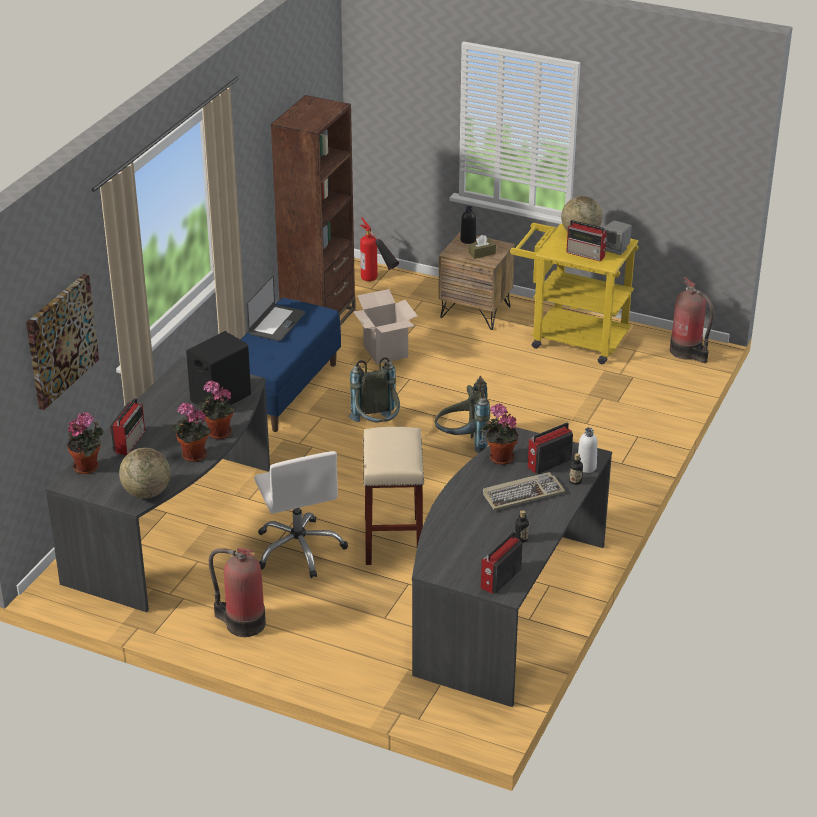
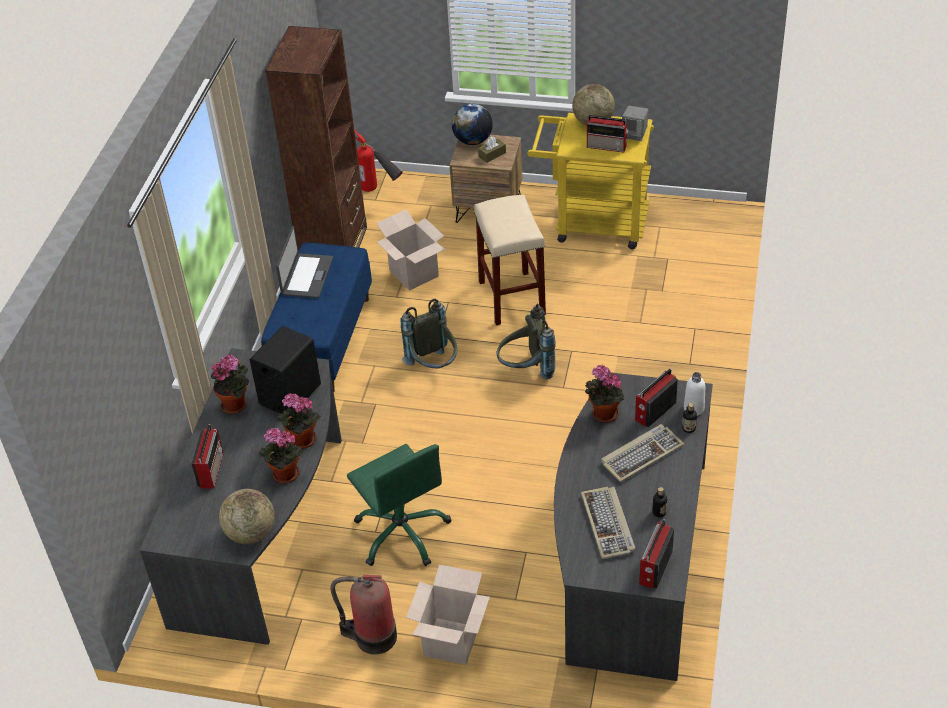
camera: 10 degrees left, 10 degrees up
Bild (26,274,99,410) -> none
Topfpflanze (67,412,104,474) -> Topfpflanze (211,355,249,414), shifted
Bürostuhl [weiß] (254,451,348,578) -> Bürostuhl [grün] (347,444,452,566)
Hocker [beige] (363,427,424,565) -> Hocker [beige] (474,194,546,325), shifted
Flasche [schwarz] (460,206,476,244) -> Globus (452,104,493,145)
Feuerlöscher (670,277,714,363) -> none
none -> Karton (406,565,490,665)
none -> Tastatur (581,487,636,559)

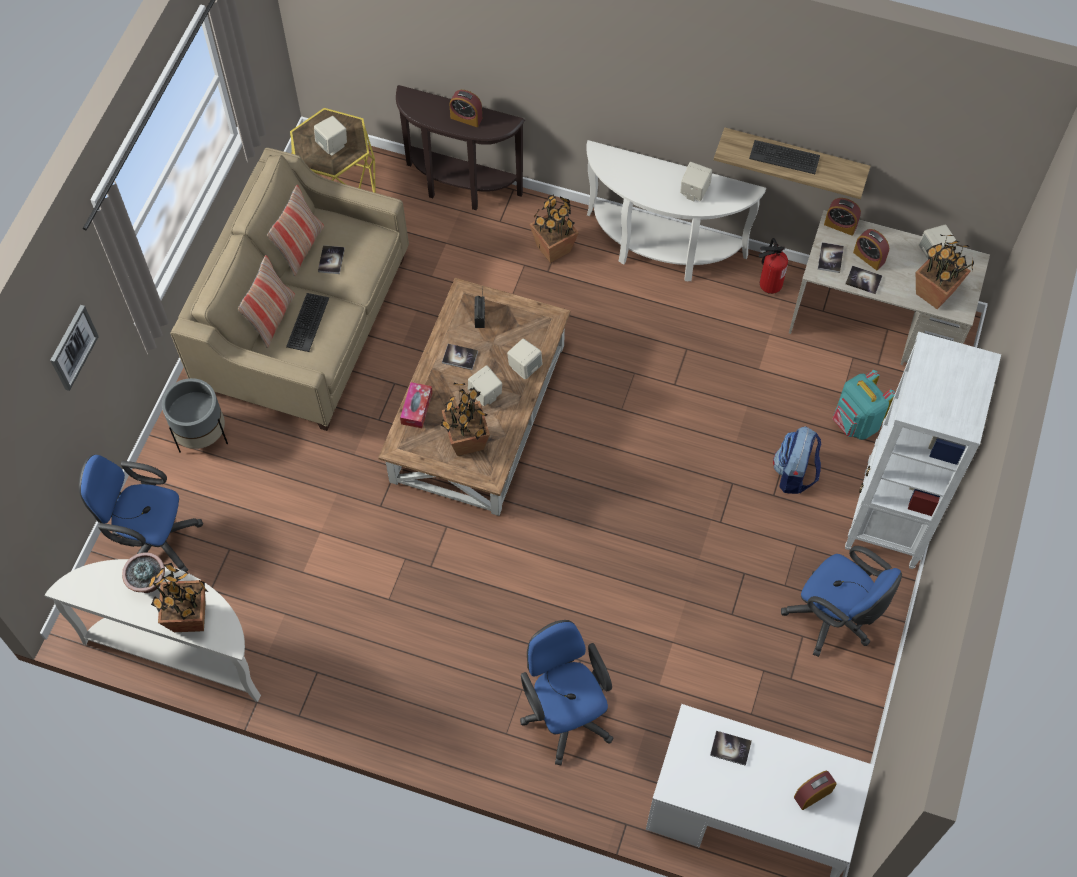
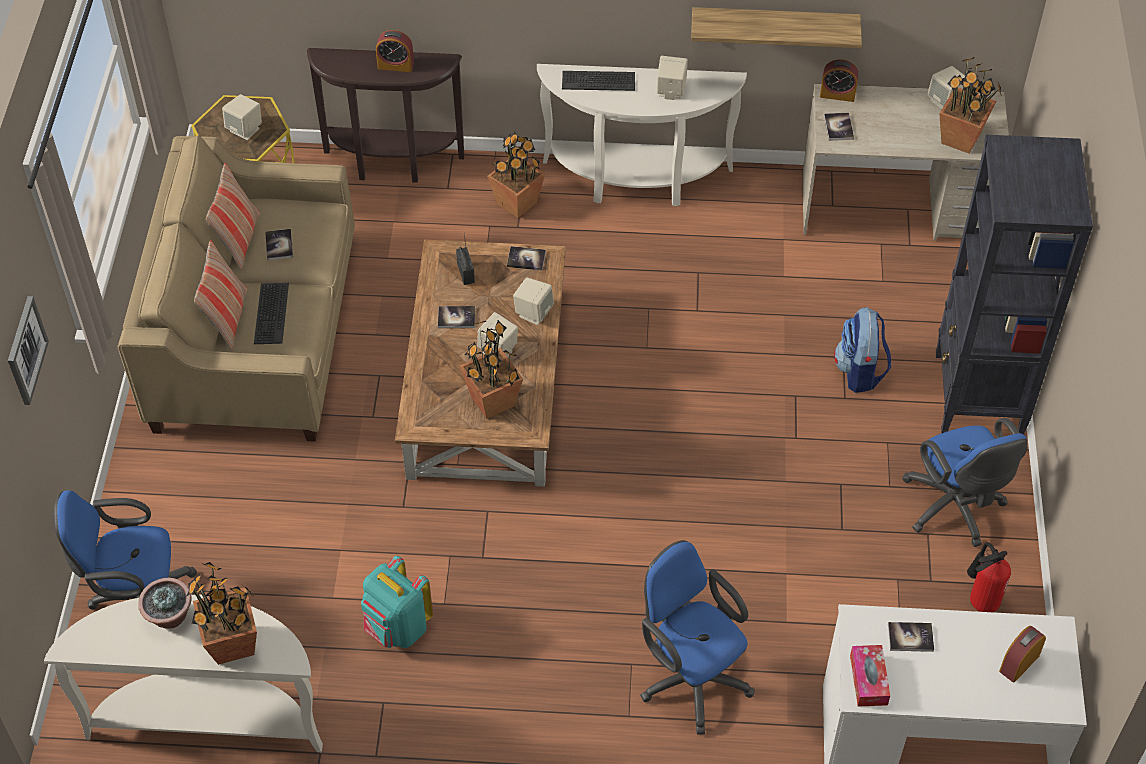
camera: 15 degrees left, 10 degrees down
Pflanzkübel [grau] (162,378,228,452) -> none
Taschentuchbox (400,382,432,428) -> Taschentuchbox (850,645,890,707), shifted
Tastatur (749,140,820,174) -> Tastatur (562,71,635,91), shifted
Feuerlöscher (758,238,788,294) -> Feuerlöscher (967,542,1011,612), shifted
Bürostuhl [blau] (781,546,902,657) -> Bürostuhl [blau] (902,418,1028,547), 45 degrees clockwise
Rucksack [türkis] (833,370,895,440) -> Rucksack [türkis] (361,555,433,648), shifted
Buch (845,266,882,294) -> Buch (507,246,546,270), shifted
Bücherregal [weiß] (845,332,1001,569) -> Bücherregal [schwarz] (936,135,1093,434)
Wecker (853,229,889,270) -> none

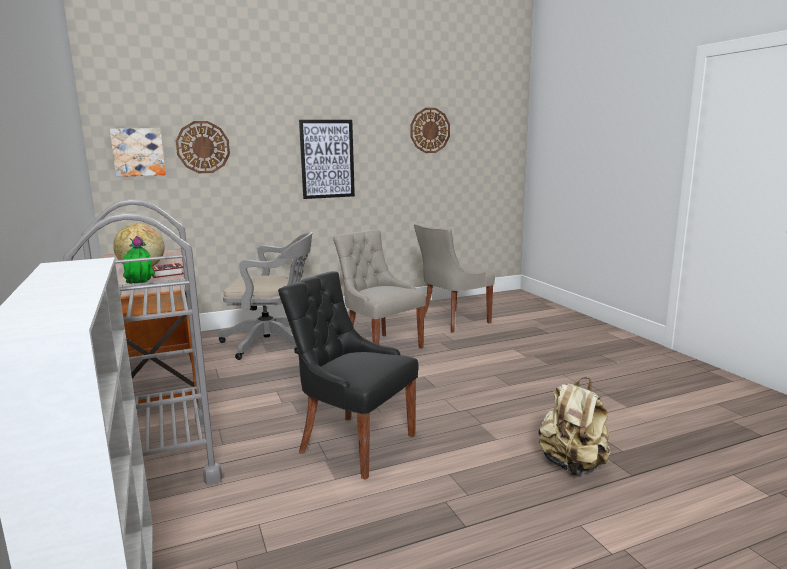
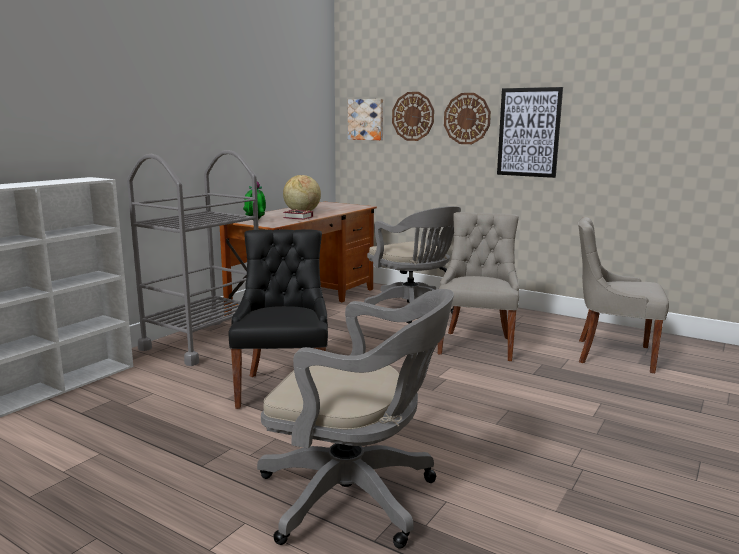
camera: 55 degrees right, 0 degrees up
Wanduhr (411,108,450,153) -> Wanduhr (444,93,491,144), shifted
Rucksack [beige] (538,377,611,476) -> Bürostuhl [grau] (257,289,454,549)

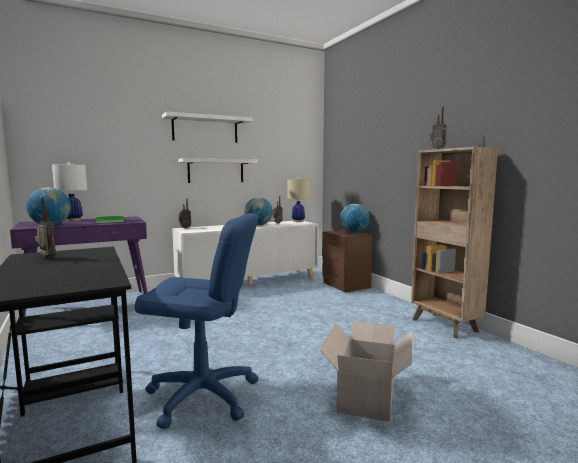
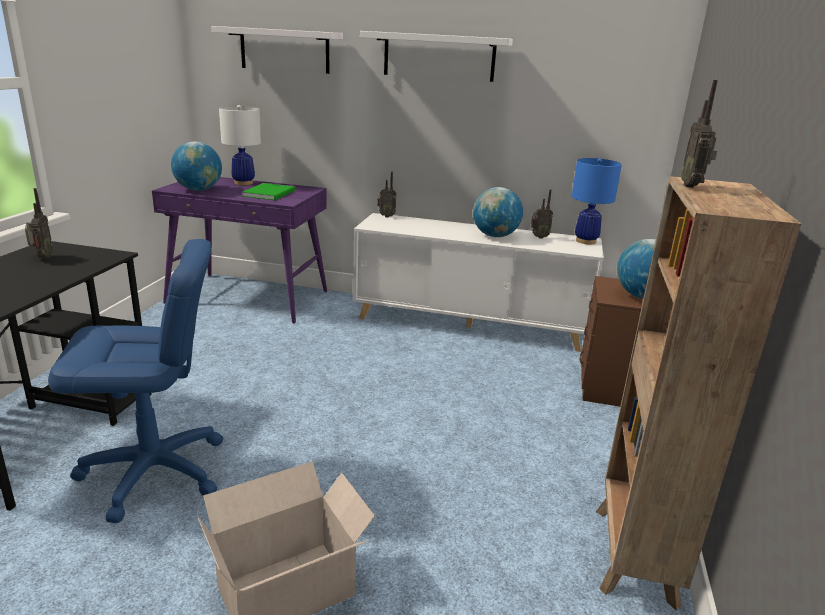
camera: 40 degrees right, 15 degrees up
Bürostuhl [blau] (135,213,259,429) -> Bürostuhl [blau] (48,239,223,523), 60 degrees counterclockwise
Wandregal [weiß] (178,158,257,183) -> Wandregal [weiß] (211,26,343,74), shifted
Tischlampe [beige] (287,177,310,222) -> Tischlampe [blau] (572,158,622,244)

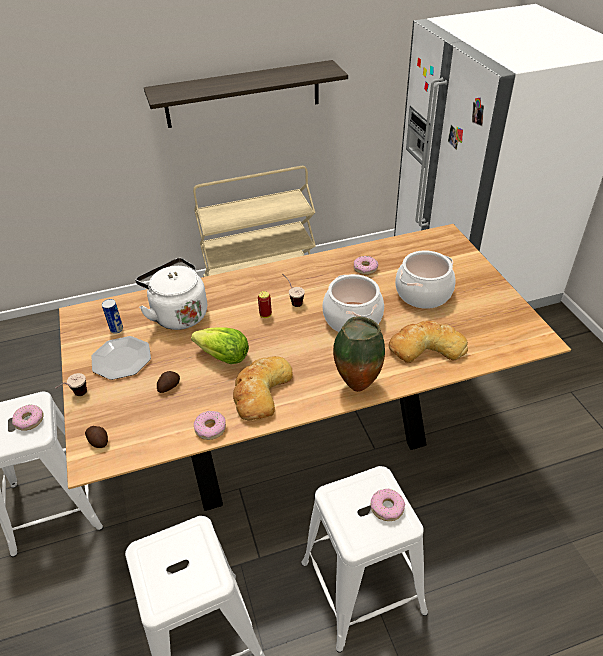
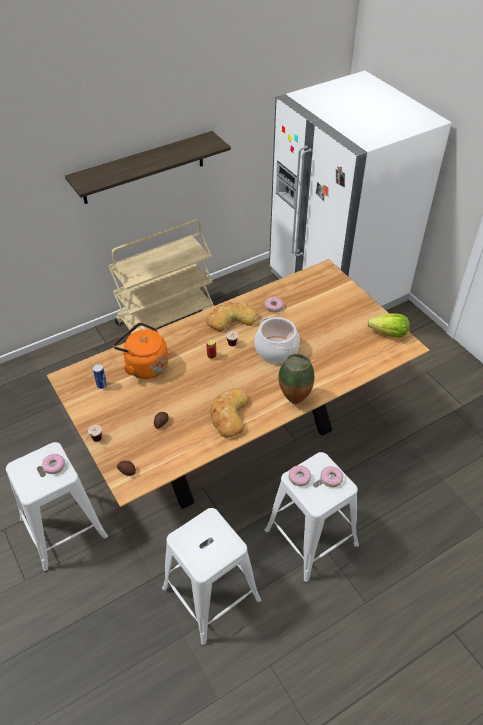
camera: 15 degrees left, 5 degrees up
Teller (91,336,151,380) -> none
Wasserkessel [weiß] (135,258,207,330) -> Wasserkessel [orange] (113,322,168,379)
Salatkopf (191,327,249,364) -> Salatkopf (368,314,409,338), shifted
Donut (194,411,226,440) -> Donut (289,465,312,486), shifted
Brot (389,321,468,363) -> Brot (206,301,258,332), shifted
Kochtopf (395,250,456,309) -> none

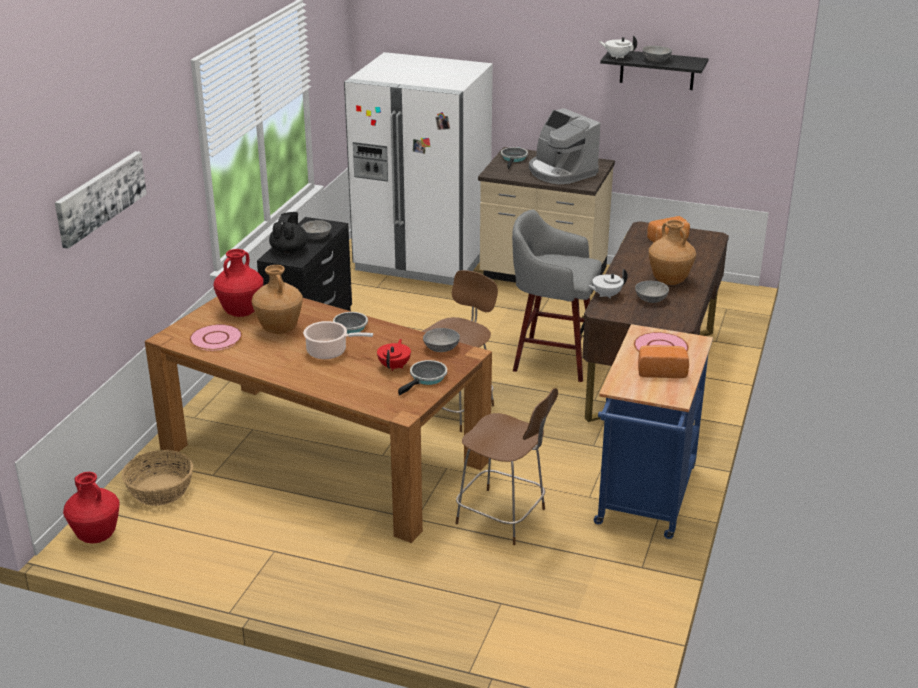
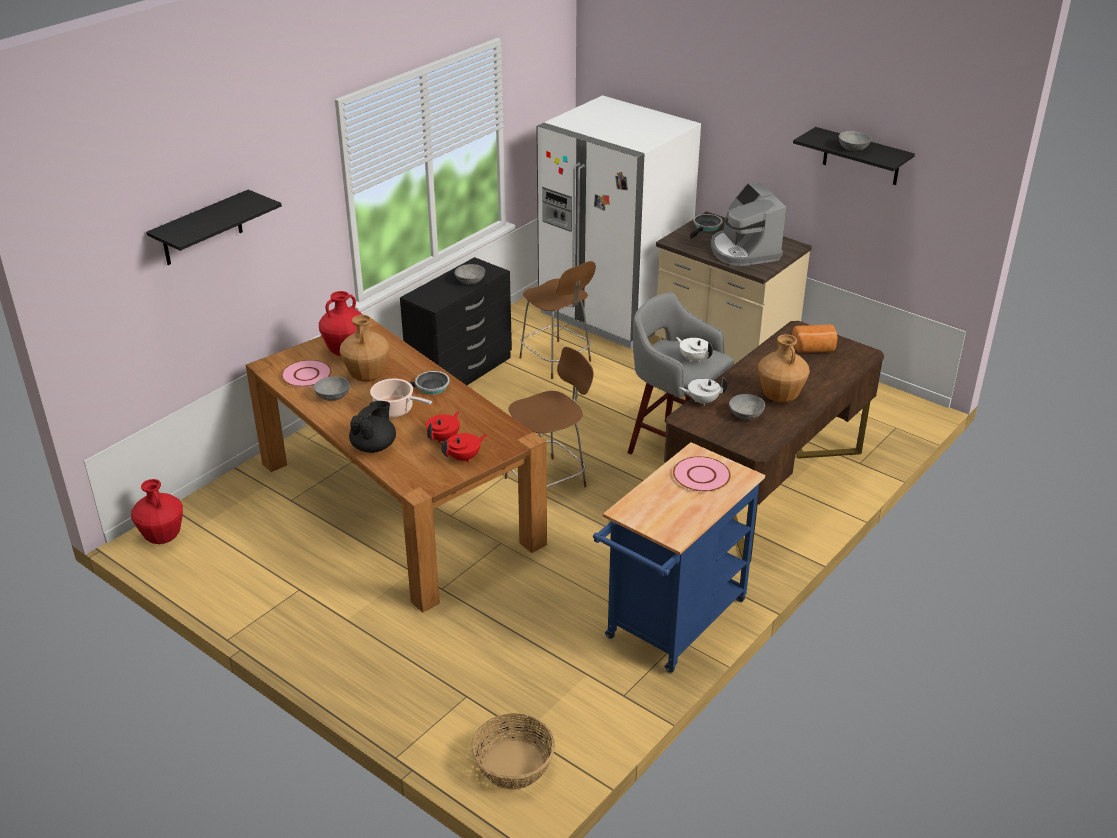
camera: 20 degrees right, 5 degrees up
Bild (55,151,147,249) -> Wandregal [schwarz] (146,190,282,265)
Korb (122,450,193,506) -> Korb (471,713,555,790), shifted
Teekanne [schwarz] (269,212,308,253) -> Teekanne [schwarz] (349,401,396,453), shifted
Pfanne (398,360,447,396) -> Teekanne [rot] (442,433,487,463)
Schüssel [grau] (423,328,460,352) -> Schüssel [grau] (313,376,350,401), shifted
Stuhl [braun] (455,388,558,545) -> Stuhl [braun] (519,261,596,379), shifted
Teekanne [weiß] (599,35,637,59) -> Teekanne [weiß] (676,337,713,362), shifted
Brot (638,345,689,378) -> none

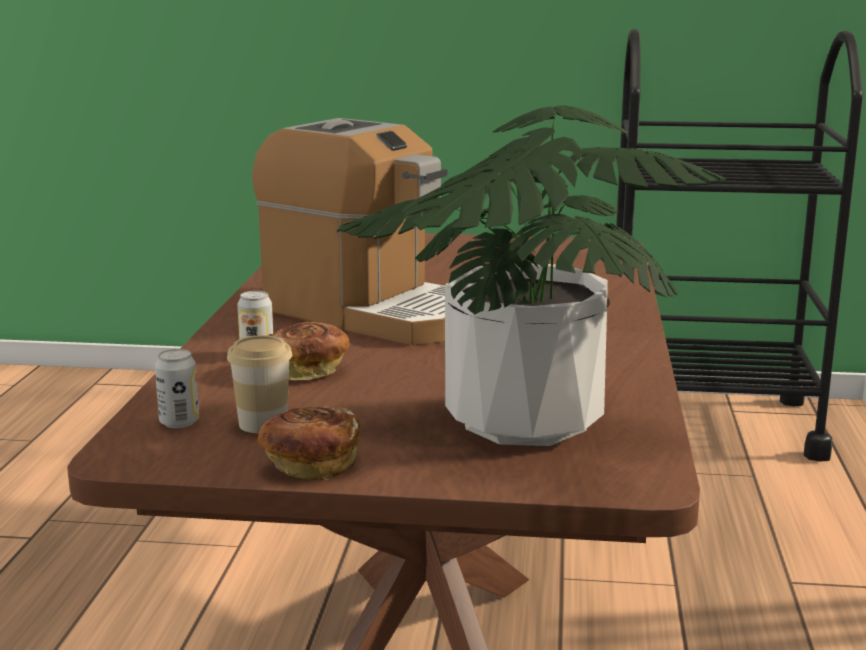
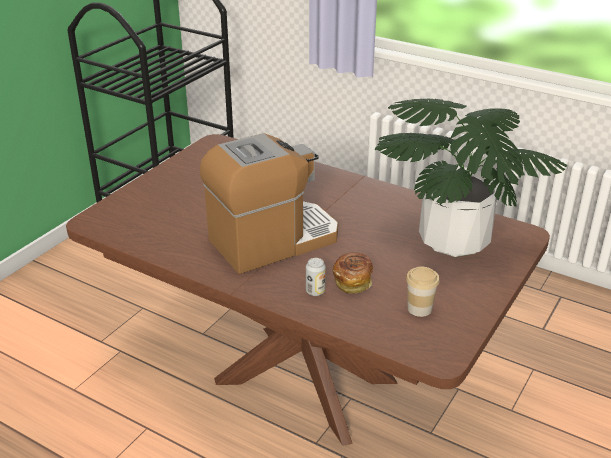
camera: 65 degrees left, 15 degrees up
Dose (155,349,199,428) -> none
Brot (257,406,360,481) -> none

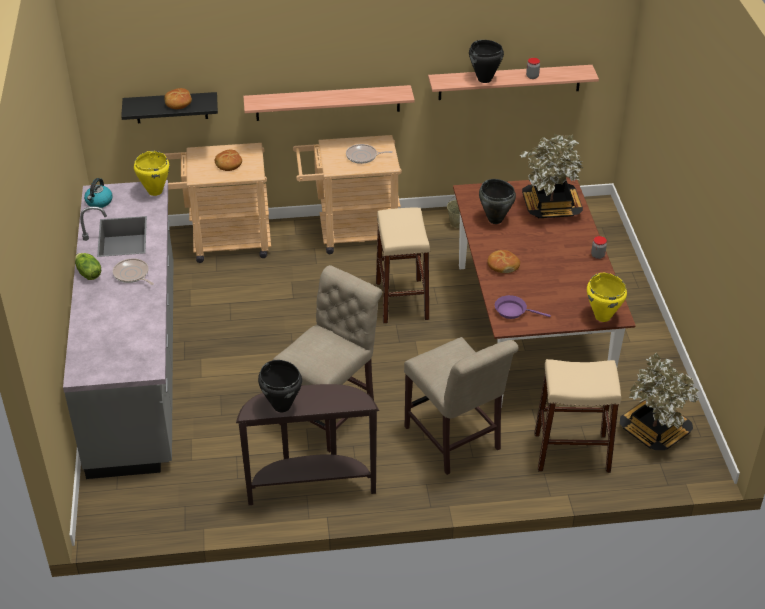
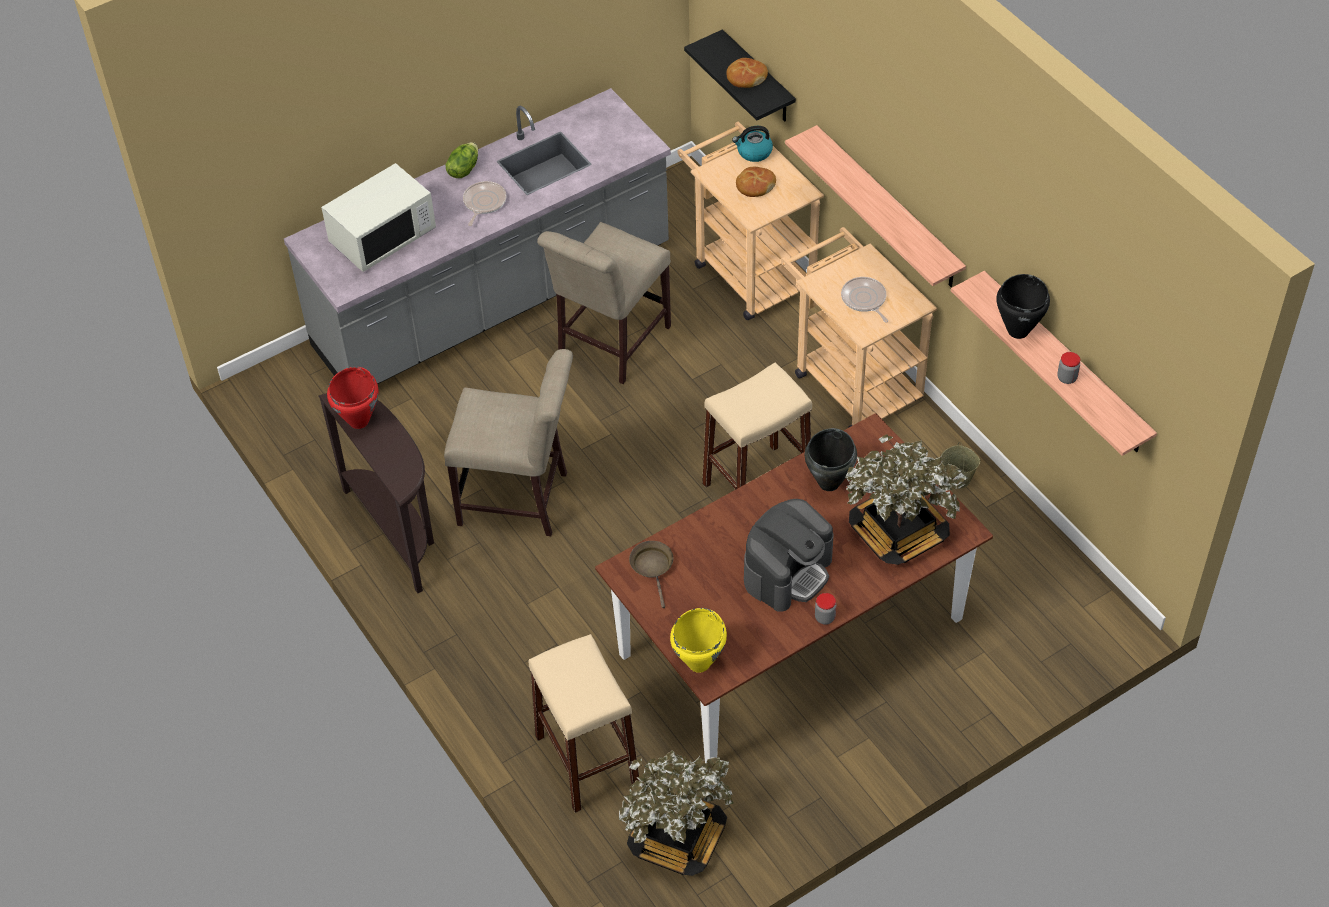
camera: 65 degrees right, 10 degrees up
Wasserkessel (84,178,113,208) -> Wasserkessel (732,126,773,162), shifted
Kochtopf [gelb] (134,151,170,196) -> none
Kochtopf [schwarz] (258,360,302,412) -> Kochtopf [rot] (327,367,379,429)
Stuhl [beige] (404,337,519,475) -> Stuhl [beige] (537,222,671,384), shifted
Brot (487,250,520,273) -> none
Pfanne [lila] (495,295,551,319) -> Pfanne [braun] (629,541,674,608)
none -> Mikrowelle [weiß] (321,163,436,272)
none -> Kaffeemaschine (744,499,834,612)

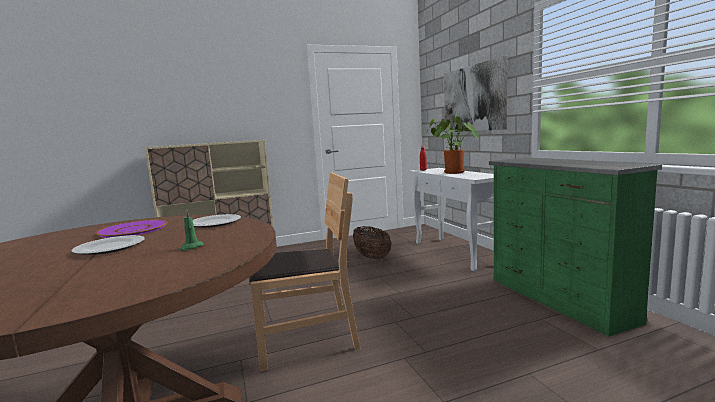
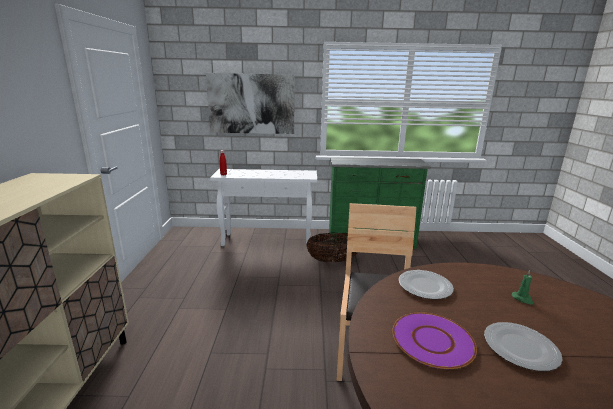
camera: 70 degrees left, 10 degrees up
Korb (353,226,392,259) -> Korb (306,232,358,262), shifted
Topfpflanze (426,116,479,174) -> none

